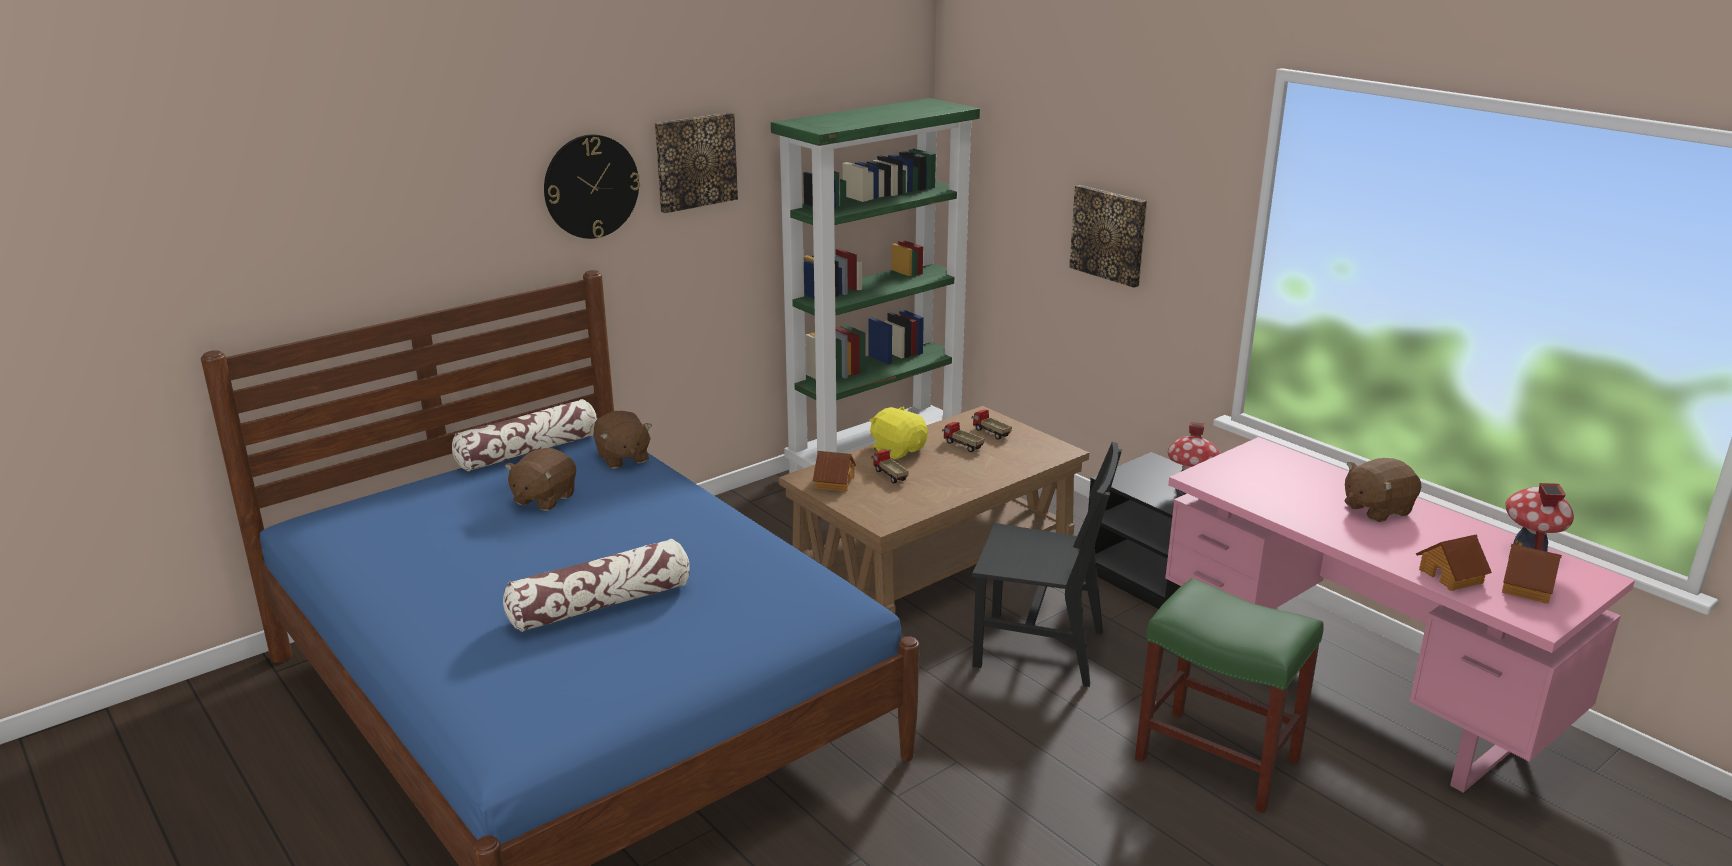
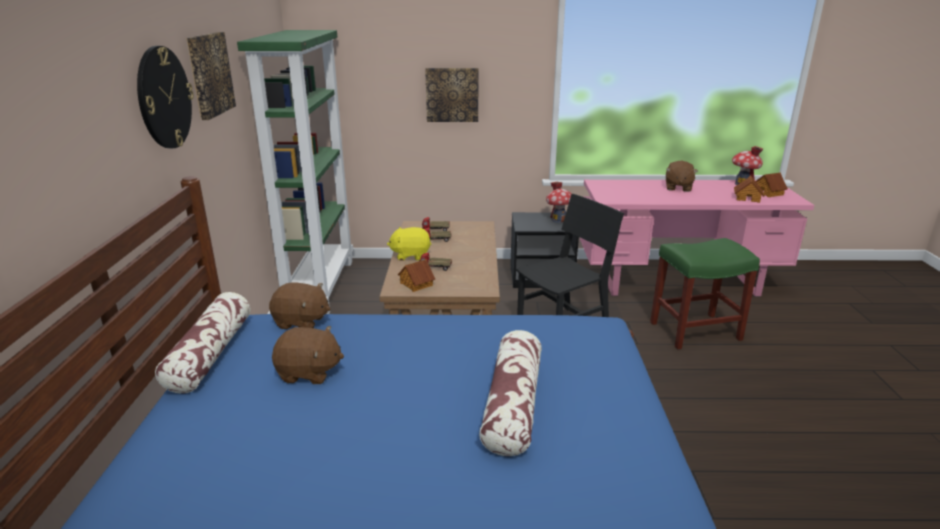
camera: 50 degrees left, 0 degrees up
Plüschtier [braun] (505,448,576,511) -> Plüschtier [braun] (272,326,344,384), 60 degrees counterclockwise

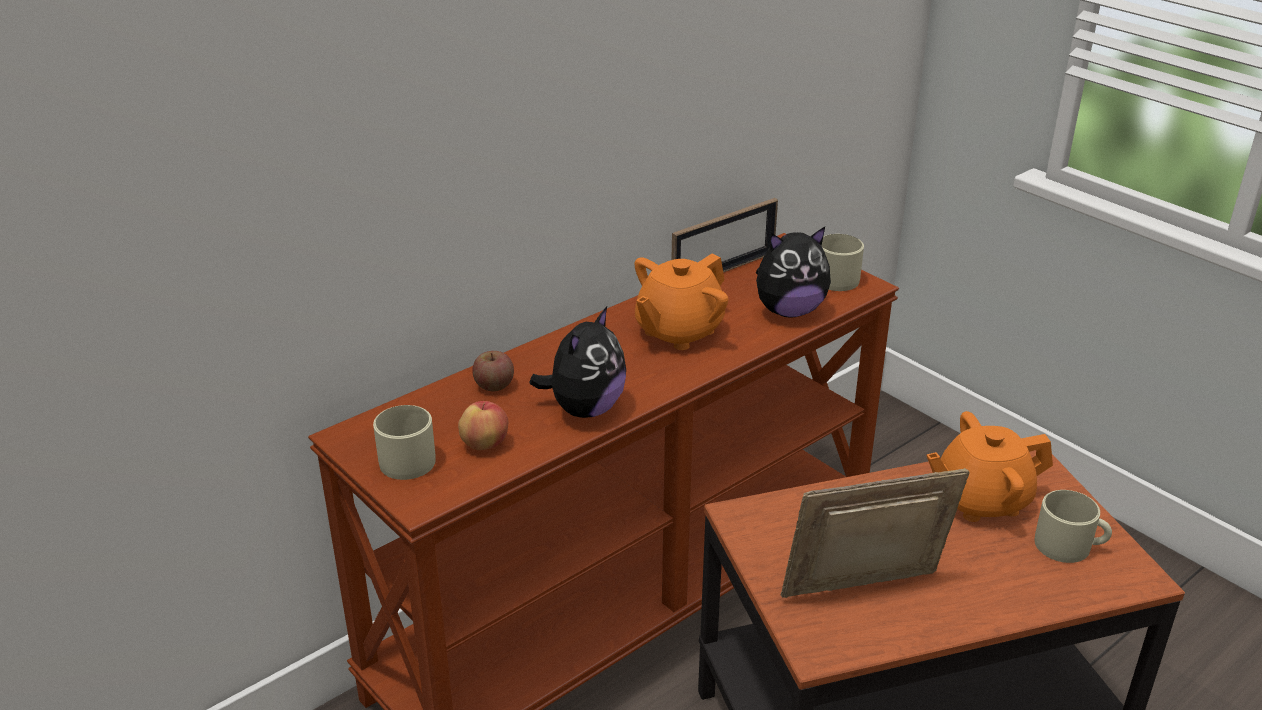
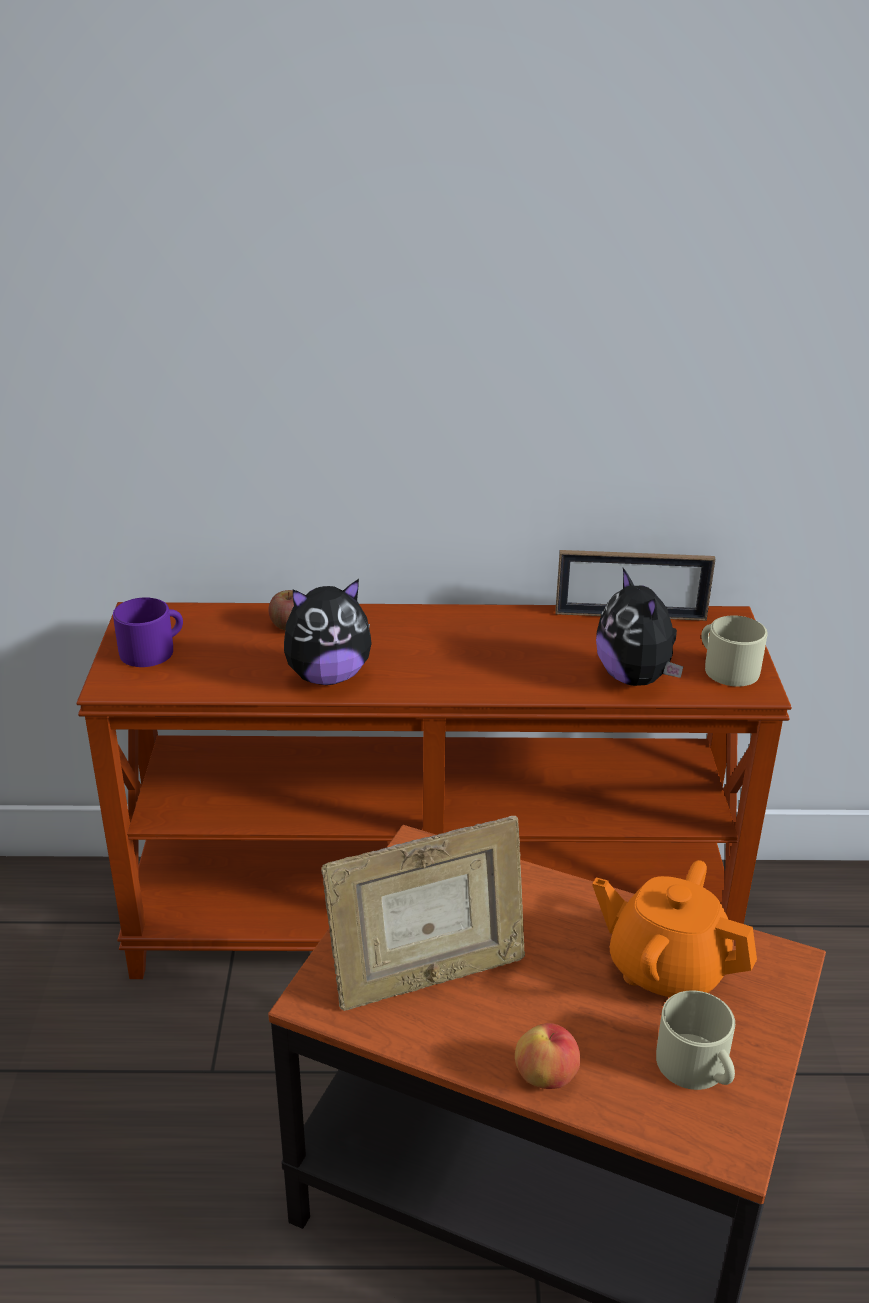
camera: 40 degrees right, 0 degrees up
Henkelbecher [beige] (373,405,435,480) -> Henkelbecher [lila] (113,597,183,667)
Apfel (458,401,508,450) -> Apfel (515,1023,580,1089), shifted
Teekanne [orange] (635,254,728,350) -> none
Plüschtier (756,227,831,318) -> Plüschtier (596,568,683,686), 45 degrees clockwise
Bilderrahmen (781,468,970,598) -> Bilderrahmen (321,816,525,1011), 135 degrees clockwise

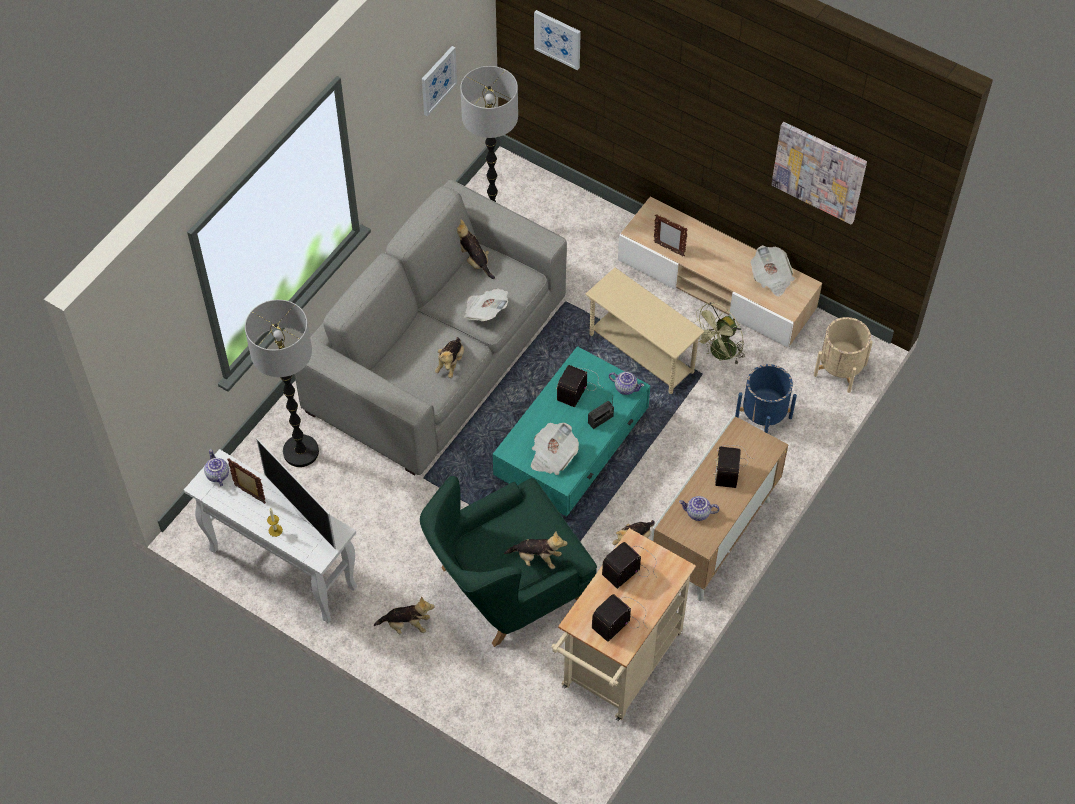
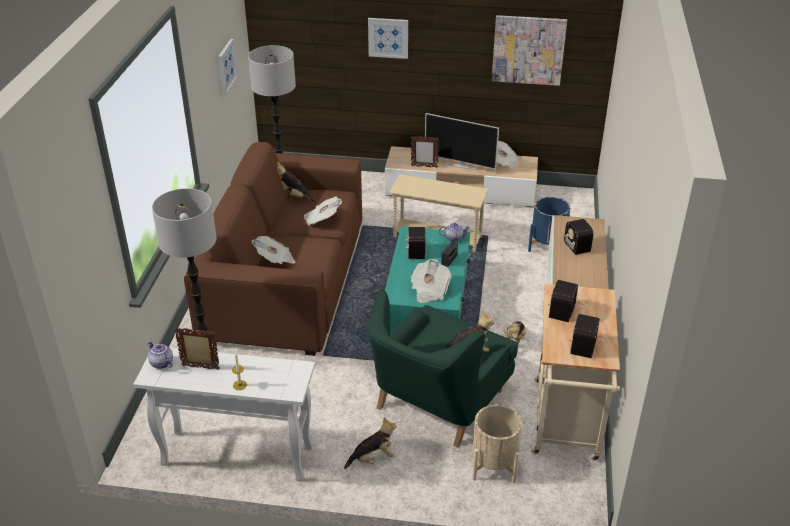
camera: 25 degrees left, 20 degrees down
Fernseher (256,438,336,549) -> Fernseher (425,113,499,170), shifted
Sofa [grau] (294,179,567,475) -> Sofa [braun] (184,142,362,356)
Plüschtier (435,337,464,378) -> none
Bild (534,10,581,70) -> Bild (368,18,408,59), shifted
Teekanne (679,496,719,521) -> none
Ventilator [grün] (694,302,745,364) -> none
Pflanzkübel [beige] (814,317,873,393) -> Pflanzkübel [beige] (473,404,522,484), shifted
none -> Zeitung (251,236,296,264)

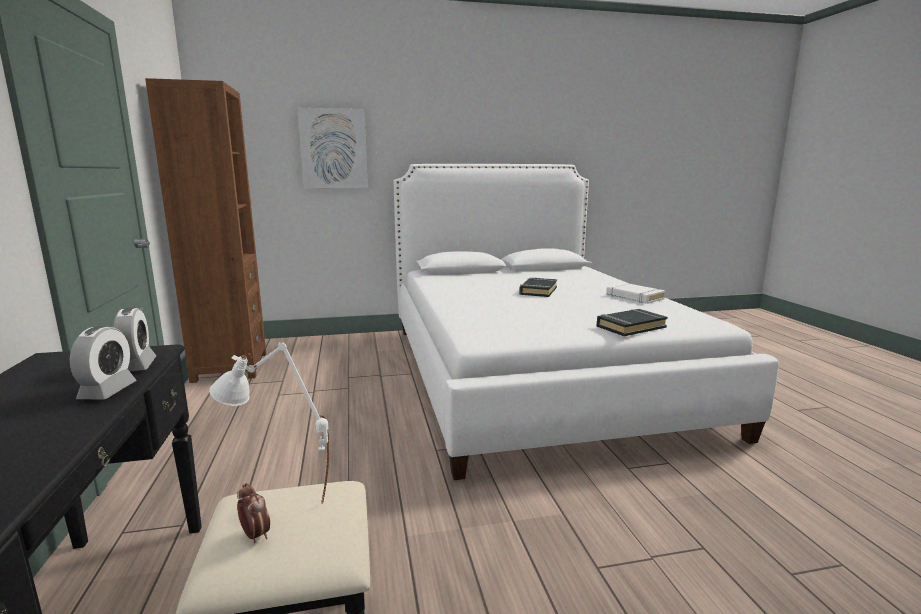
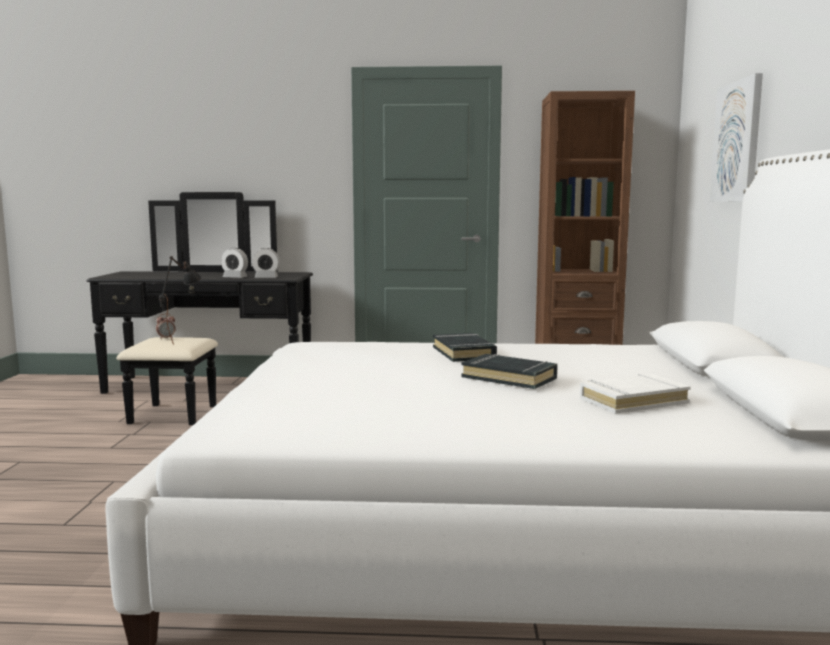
camera: 105 degrees right, 5 degrees down
Tischlampe [weiß] (209,342,329,504) -> Tischlampe [schwarz] (159,256,201,345)
Buch [schwarz] (597,309,668,336) -> Buch [schwarz] (433,333,497,362), shifted
Buch [weiß] (606,283,665,304) -> Buch [weiß] (580,374,691,414), shifted

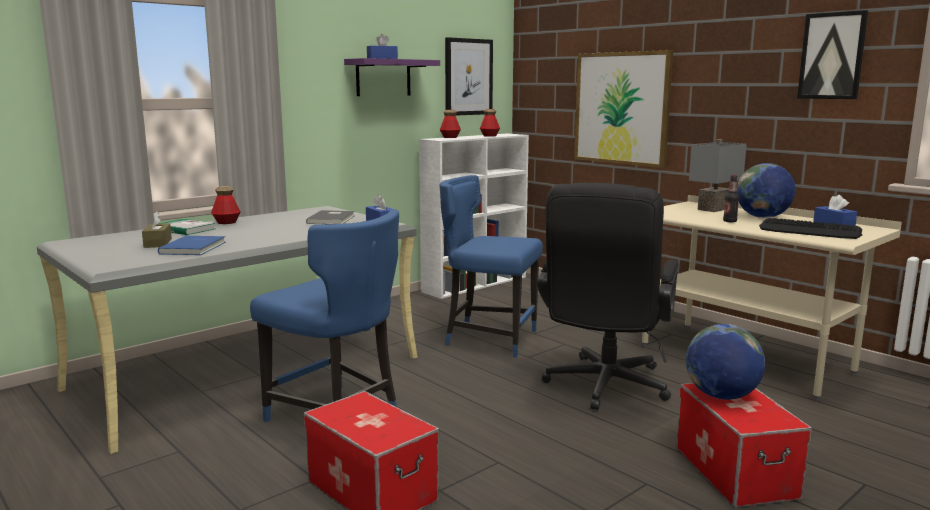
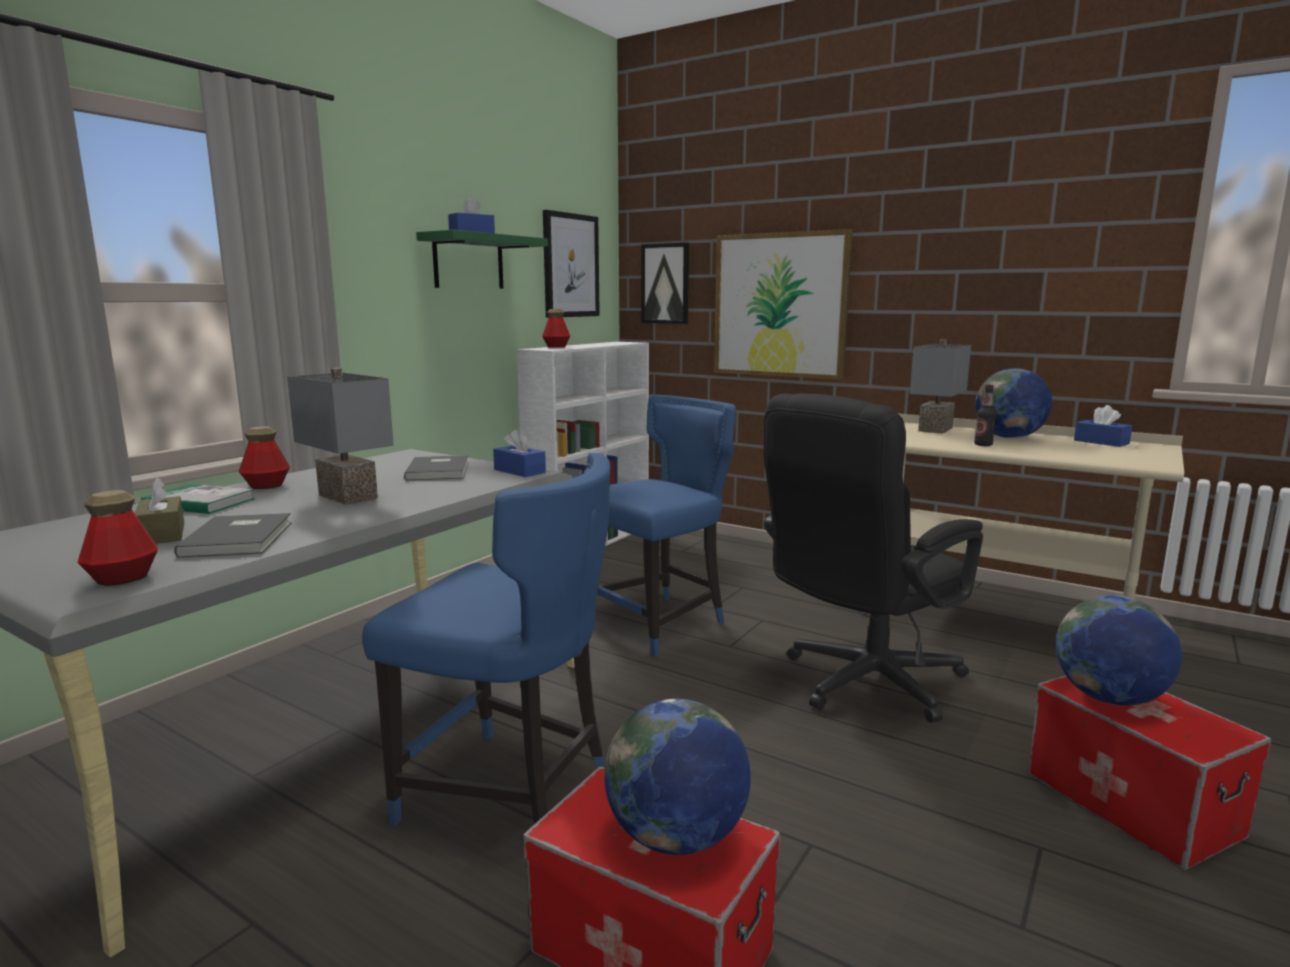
camera: 15 degrees left, 0 degrees up
Buch [blau] (158,236,225,255) -> Buch [grau] (174,513,291,558)
Wandregal [lila] (344,58,440,96) -> Wandregal [grün] (416,229,548,289)
Stuhl [blau] (439,175,543,357) -> Stuhl [blau] (597,395,736,657), 135 degrees clockwise
Flasche (480,109,500,137) -> Flasche (78,490,158,586), shifted
Bürostuhl [schwarz] (537,183,678,410) -> Bürostuhl [schwarz] (764,393,983,723), 45 degrees clockwise
Tastatur (759,218,862,239) -> none
Bild (797,10,868,99) -> Bild (641,243,689,324), shifted
none -> Tischlampe [grau] (287,368,394,505)
none -> Globus (604,699,751,855)

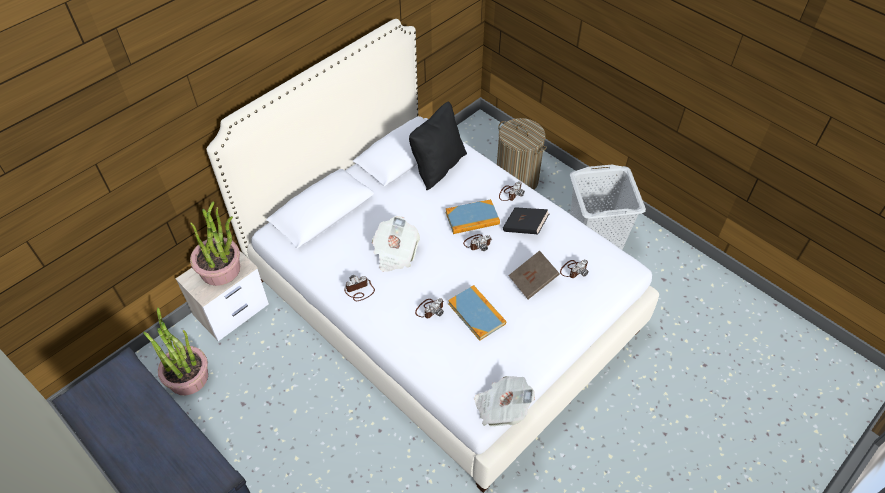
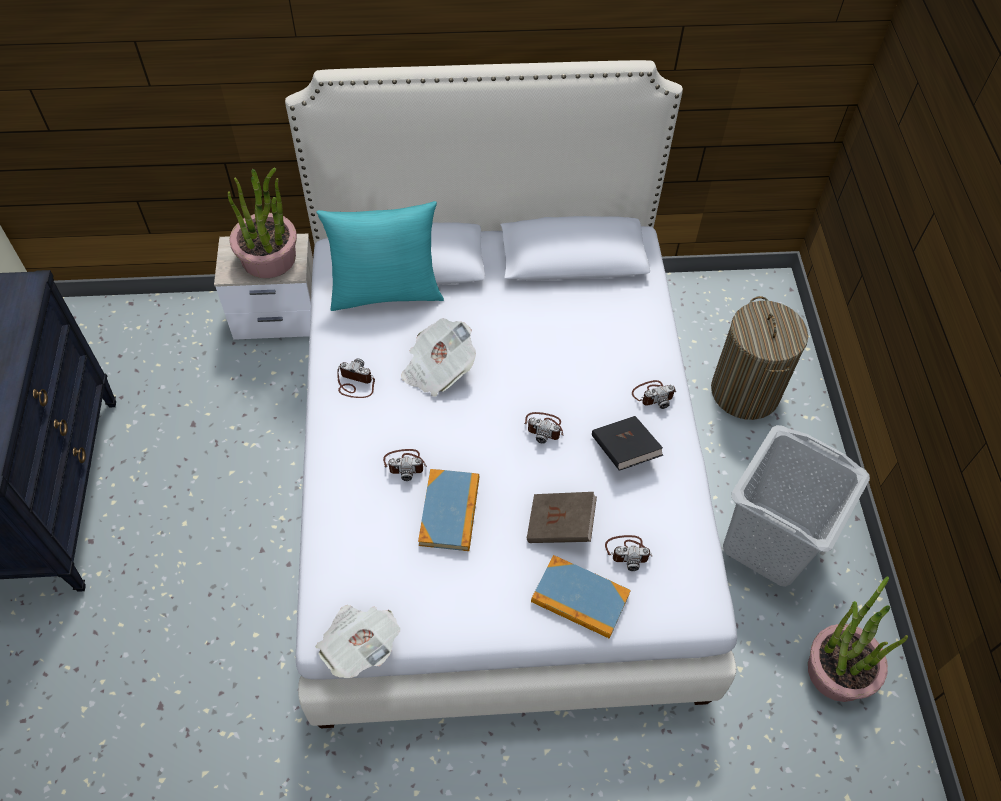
camera: 40 degrees right, 5 degrees up
Topfpflanze (143,308,208,395) -> Topfpflanze (808,576,908,702), shifted
Kissen [schwarz] (409,101,467,190) -> none
Buch (445,199,500,234) -> Buch (531,555,631,639), shifted
none -> Kissen [türkis] (316,201,444,311)

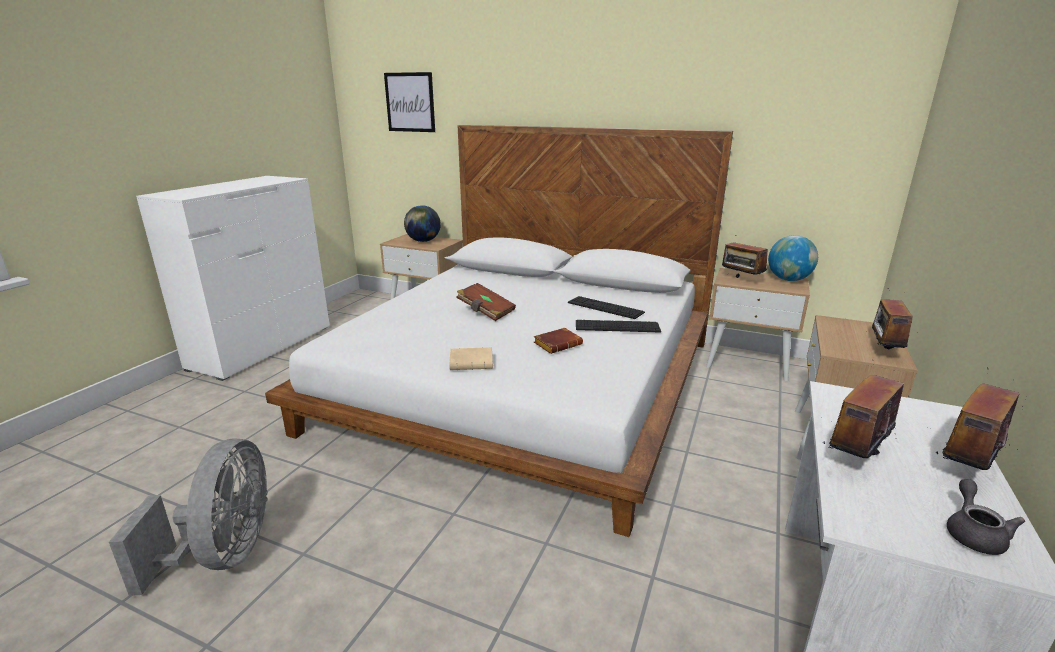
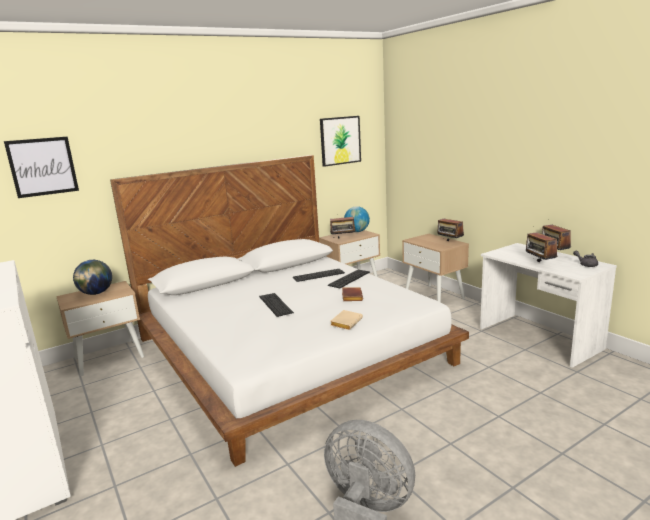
camera: 55 degrees left, 5 degrees down
Buch [braun] (456,283,516,321) -> Tastatur (259,293,294,317)
none -> Bild (320,116,361,167)

